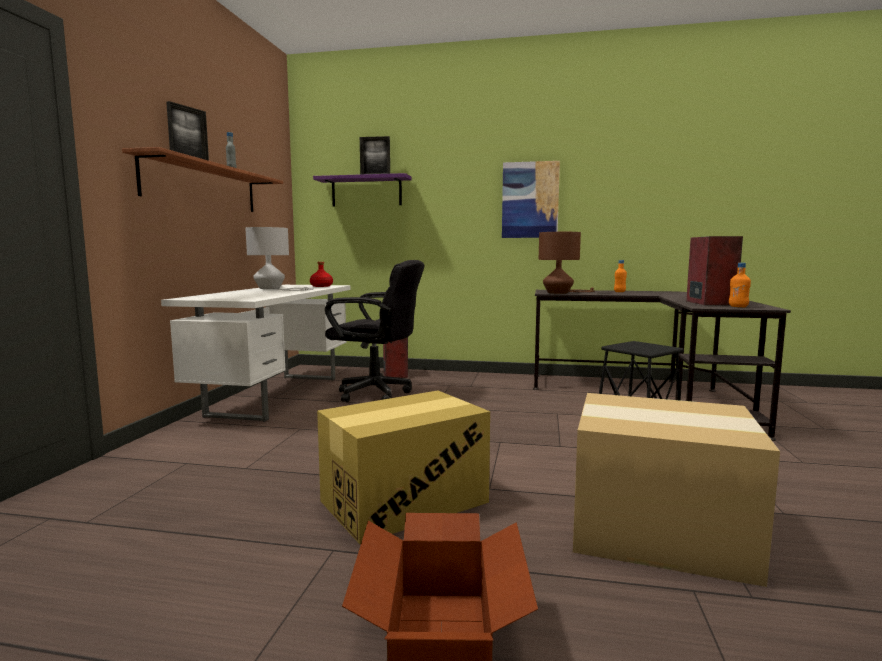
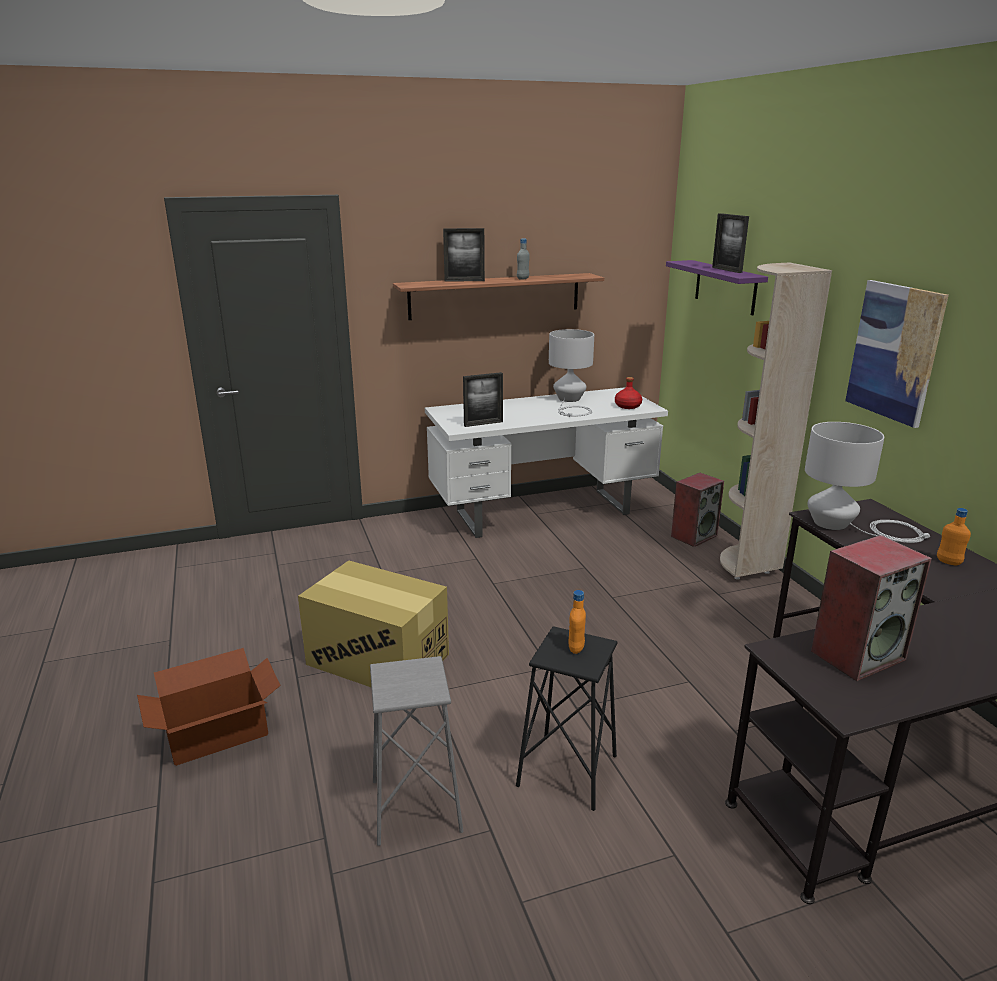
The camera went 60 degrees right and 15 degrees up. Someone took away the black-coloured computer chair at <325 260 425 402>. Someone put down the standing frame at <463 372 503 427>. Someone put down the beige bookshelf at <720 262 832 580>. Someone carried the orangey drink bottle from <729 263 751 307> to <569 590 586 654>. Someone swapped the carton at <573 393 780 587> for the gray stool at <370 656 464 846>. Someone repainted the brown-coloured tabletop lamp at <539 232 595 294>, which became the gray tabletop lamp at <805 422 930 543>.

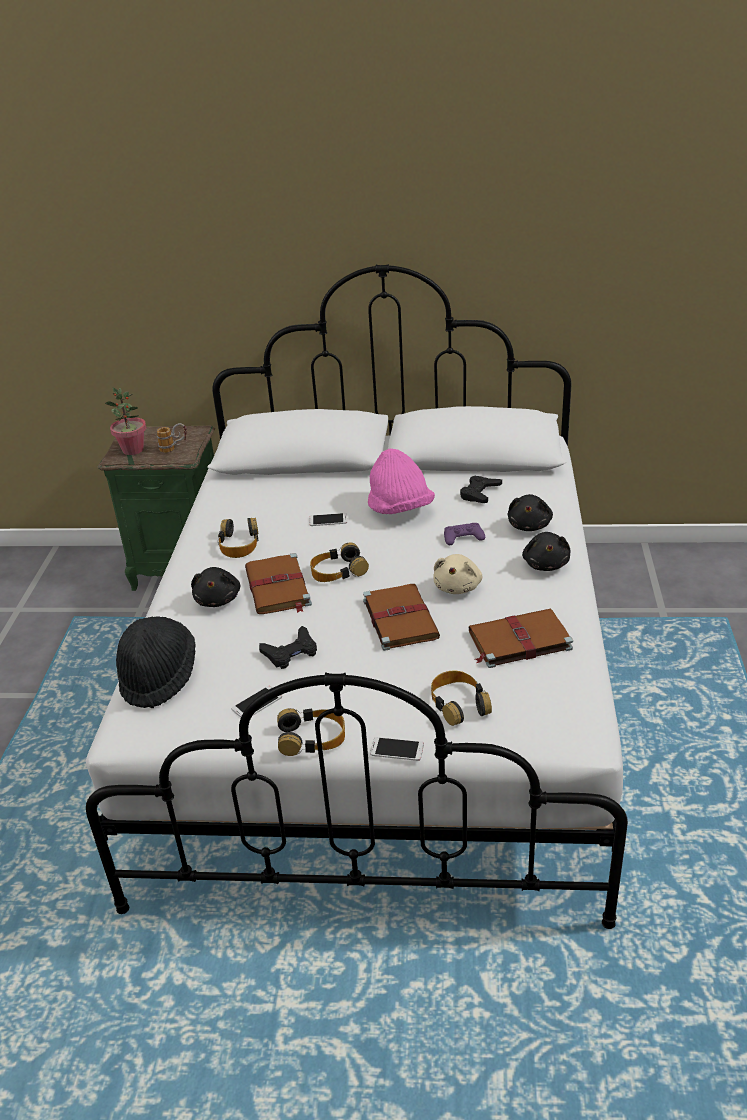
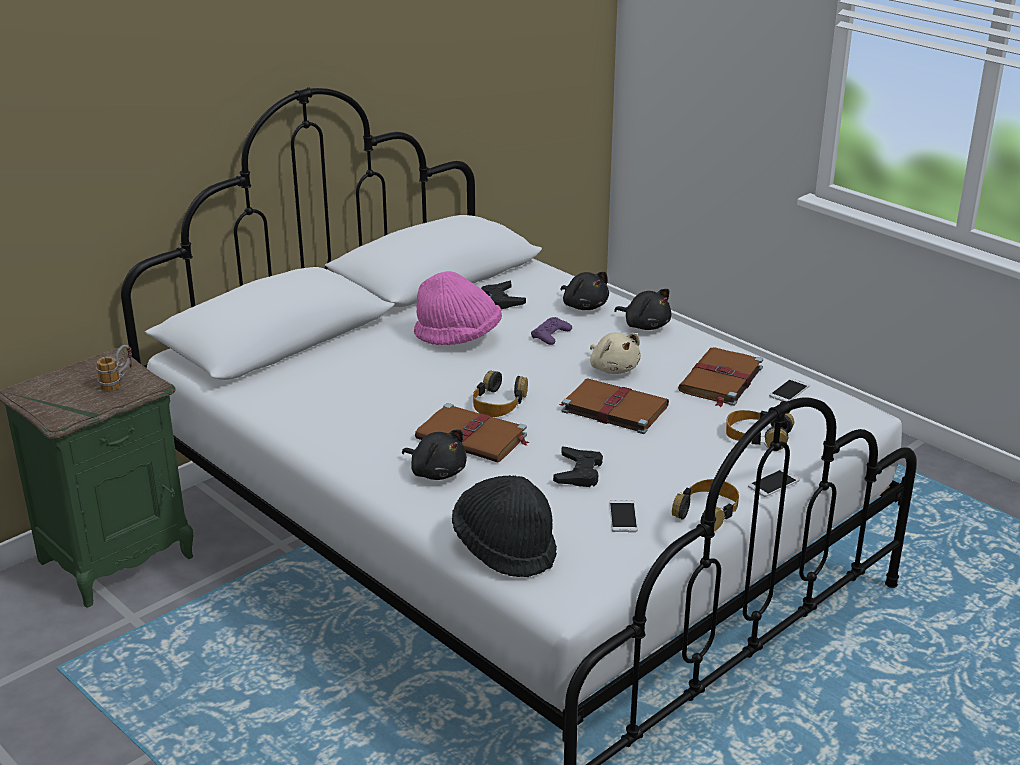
The camera went 50 degrees left and 5 degrees down. Someone took away the potted plant at <105 387 146 455>. Someone took away the headphones at <218 518 259 558>. Someone carried the phone from <309 513 347 526> to <769 378 810 402>.

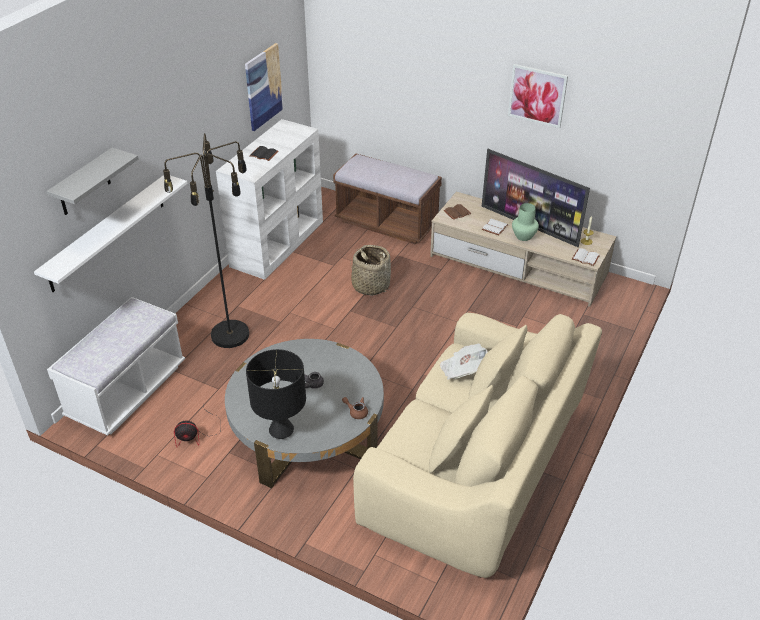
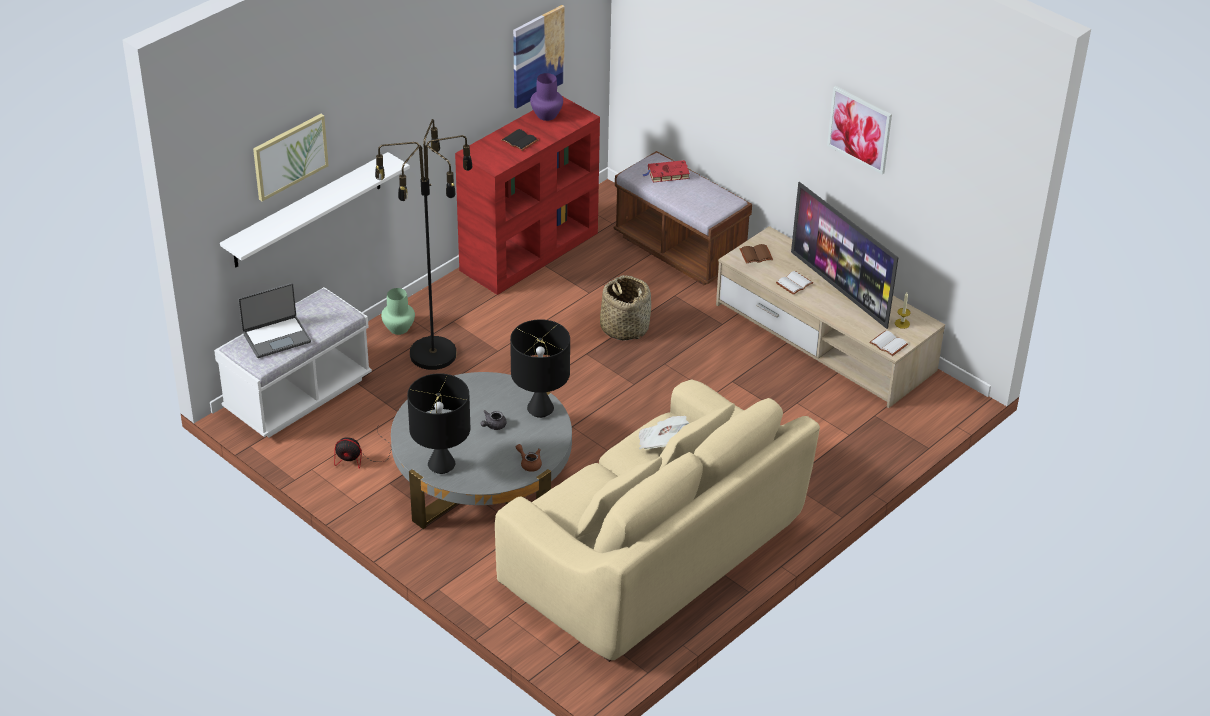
The camera went 15 degrees right and 0 degrees up. Someone put down the portable computer at <238 283 311 358>. Someone put down the black-coloured tabletop lamp at <510 319 570 418>. Someone put down the purplish flower vase at <530 73 563 121>. Someone put down the reddish volume at <642 160 690 182>. Someone carried the green flower vase from <512 203 539 241> to <381 288 415 335>. Someone swapped the gray wall shelf at <47 148 139 215> for the wall art at <253 114 329 201>. Someone repainted the white-coloured bookshelf at <216 119 323 280>, which became the reddish bookshelf at <455 96 600 295>.

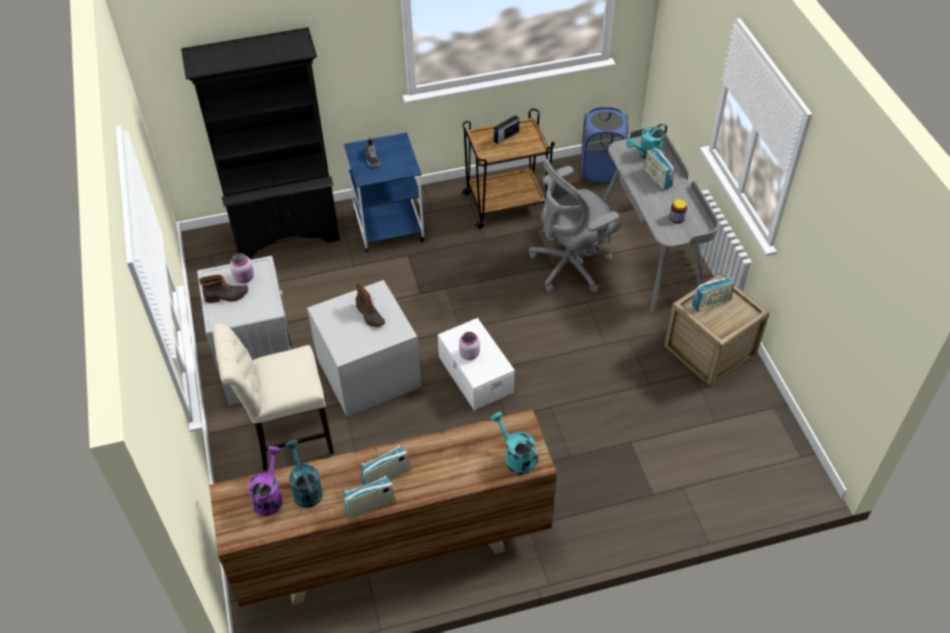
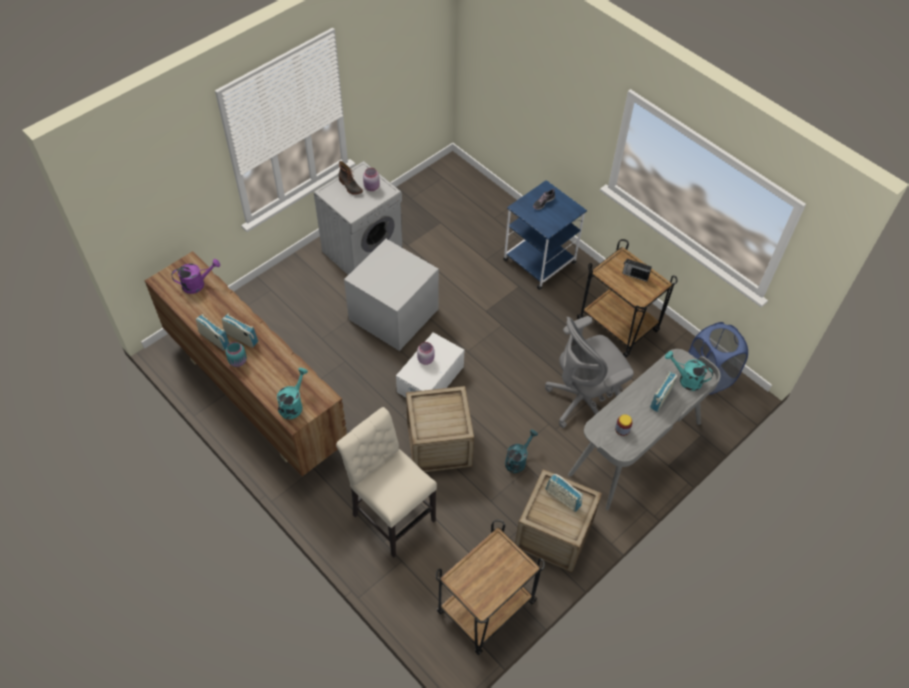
The camera went 60 degrees right and 5 degrees up. Someone took away the black-coloured bookshelf at <181 27 340 258>. Someone took away the boot at <355 283 385 327>. Someone put down the blue-green preserve jar at <226 342 247 367>. Someone put down the shipping crate at <406 386 474 472>. Someone put down the brown-coloured trolley at <436 519 545 655>. Someone carried the beige stool from <213 324 334 471> to <336 407 437 557>. Someone carried the blue-green watering pot from <285 440 323 508> to <505 429 538 473>. Someone rotated the gray computer chair at <529 158 621 292> by 60 degrees counterclockwise.

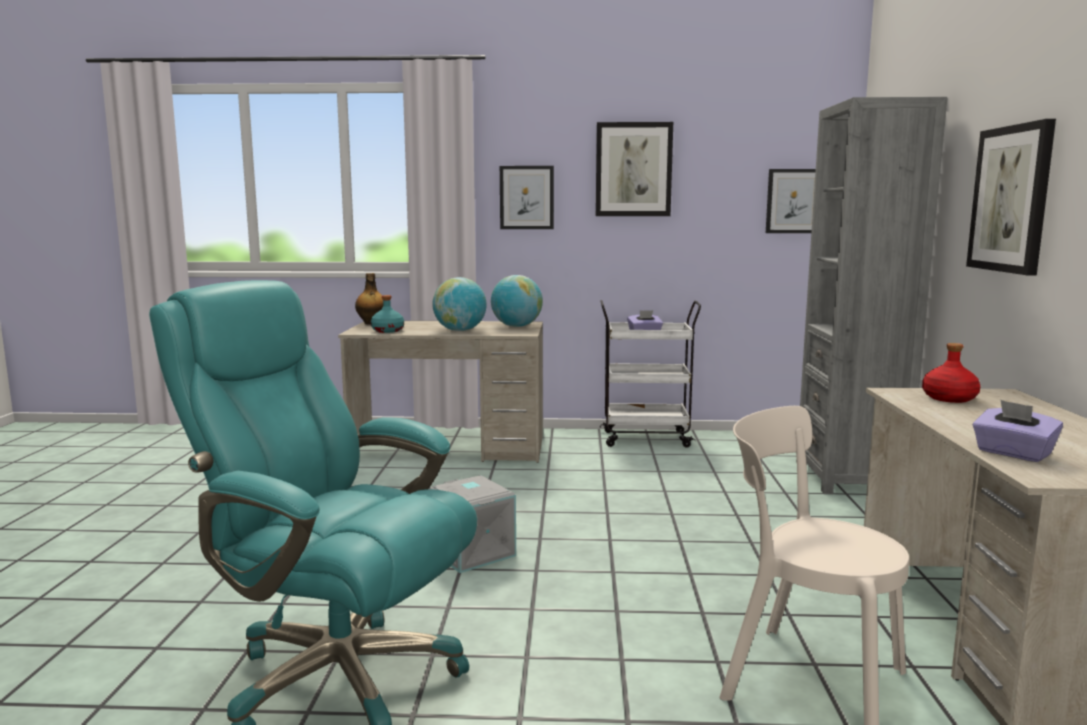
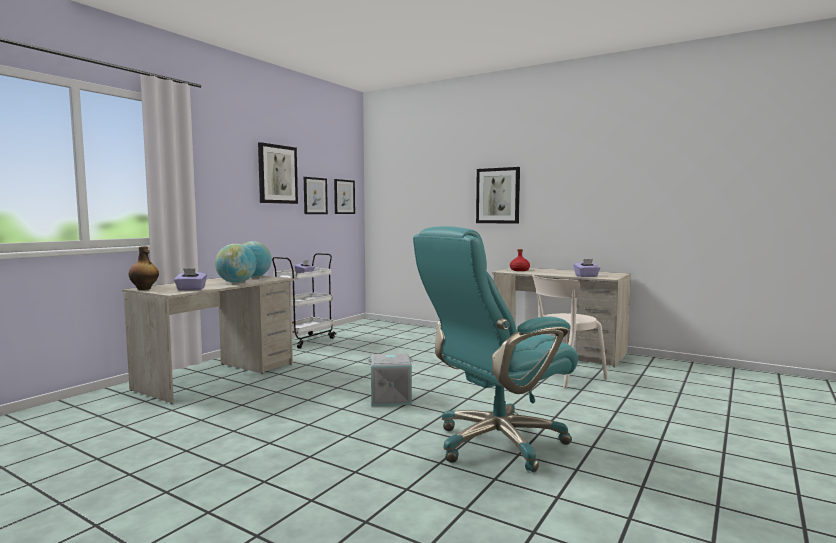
The camera went 60 degrees left and 5 degrees down. Someone took away the gray bookshelf at <796 97 947 494>. Someone carried the wall art from <500 166 554 229> to <304 177 328 214>. Someone swapped the blue-green drink bottle at <371 295 404 333> for the purplish tissue box at <174 268 207 290>.

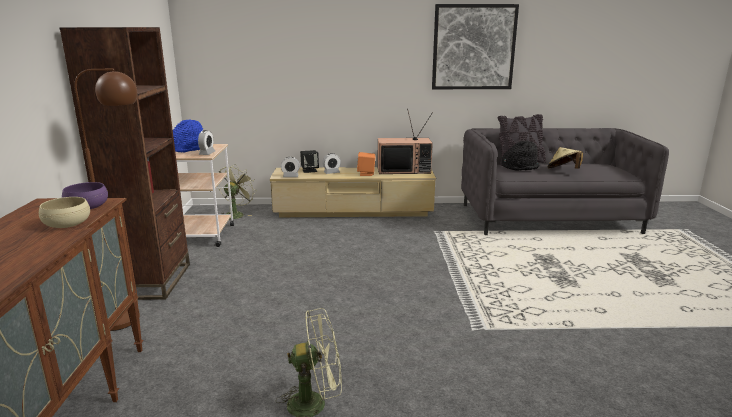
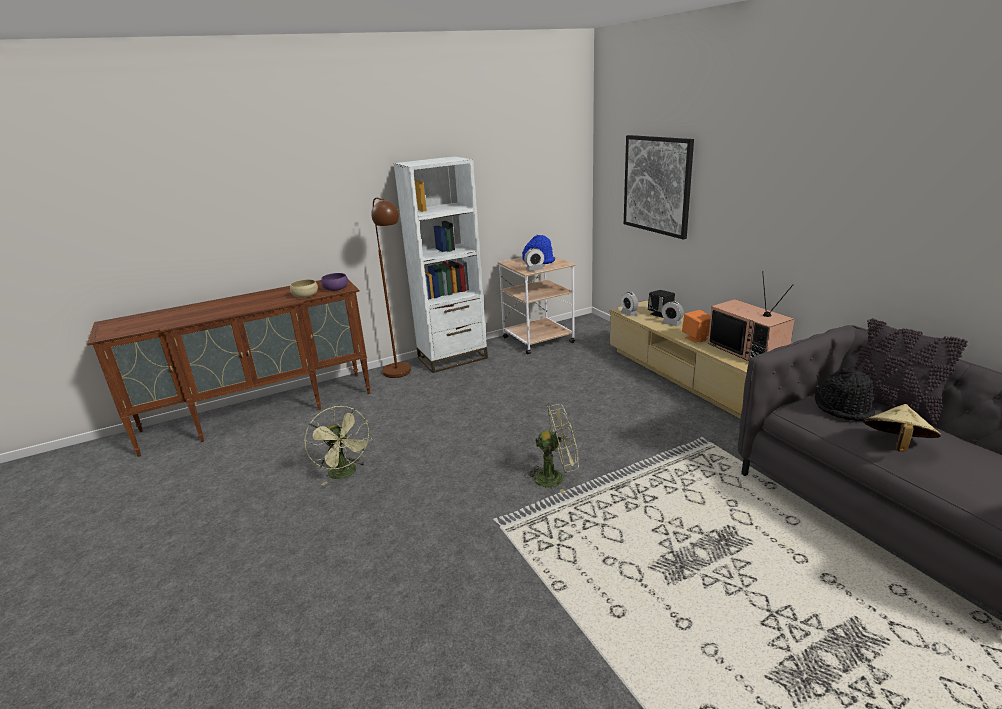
The camera went 65 degrees right and 5 degrees up. Someone carried the green electric fan from <218 164 257 219> to <524 404 579 494>. Someone carried the wall art from <432 4 519 89> to <624 135 694 239>. Someone repainted the brown-coloured bookshelf at <59 27 190 300>, which became the white-coloured bookshelf at <394 156 488 373>.

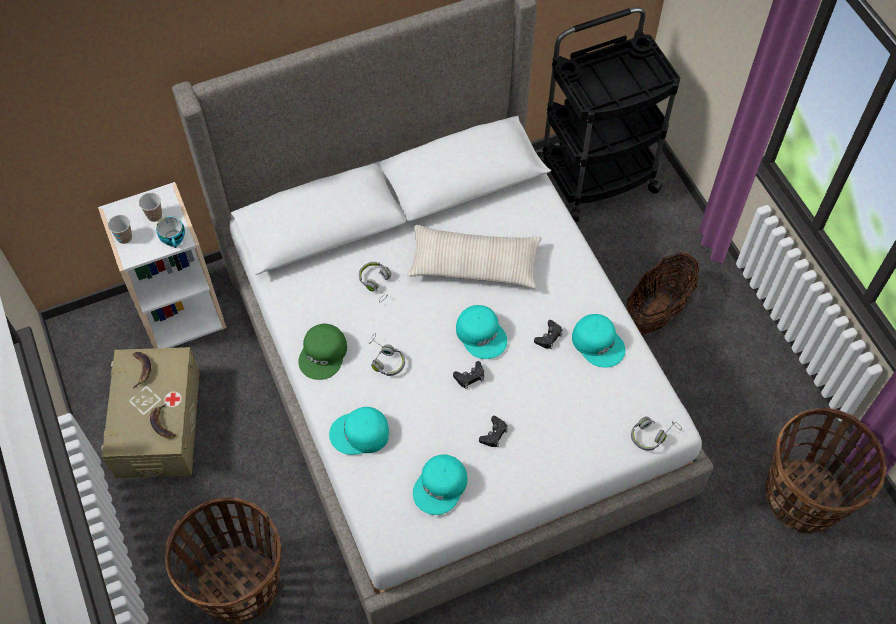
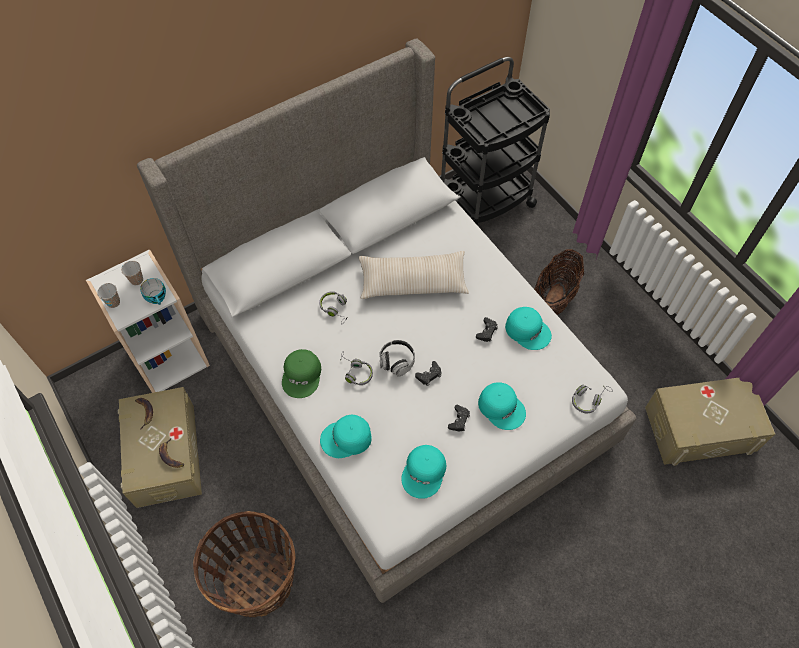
The camera went 10 degrees left and 0 degrees up. Someone put down the headphones at <380 340 415 377>. Someone carried the blue-green peaked cap from <456 305 507 359> to <478 382 526 430>. Someone swapped the basket at <766 408 887 533> for the beige storage bin at <645 378 775 466>.

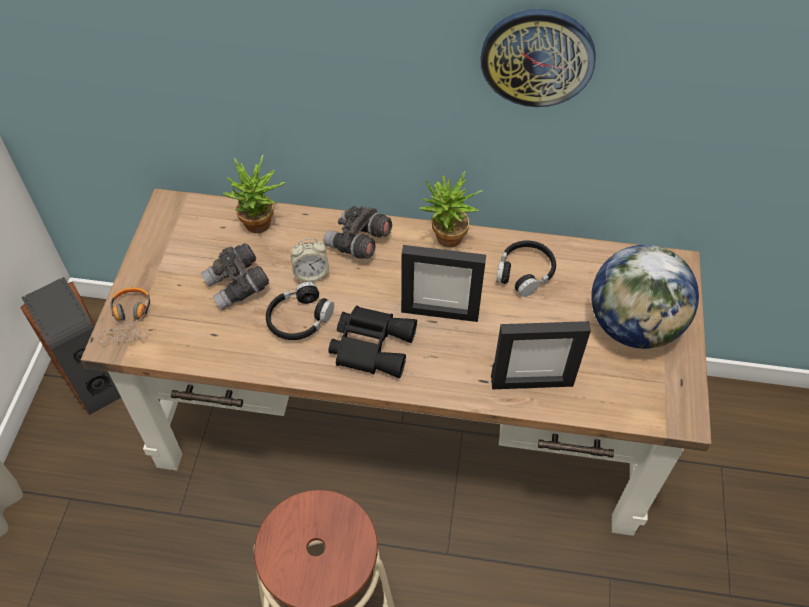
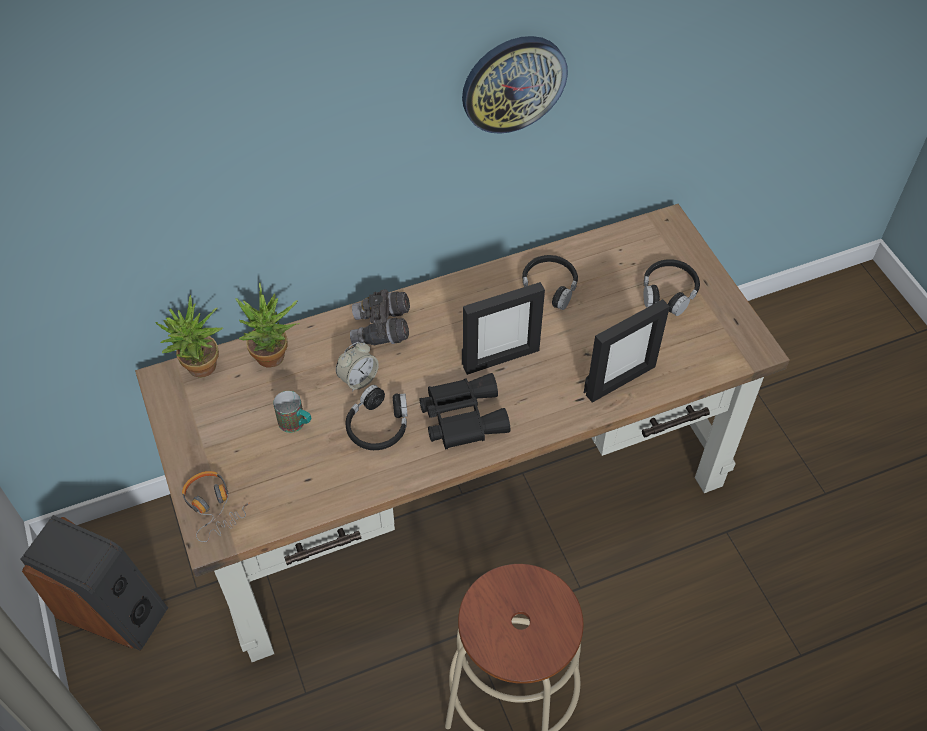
The camera went 30 degrees left and 0 degrees up. Someone carried the potted plant from <419 171 482 247> to <155 295 223 378>. Someone swapped the gray pair of binoculars at <201 243 269 310> for the mug at <273 391 311 433>. Someone swapped the world globe at <591 244 699 349> for the black-coloured headphones at <643 259 700 316>.

